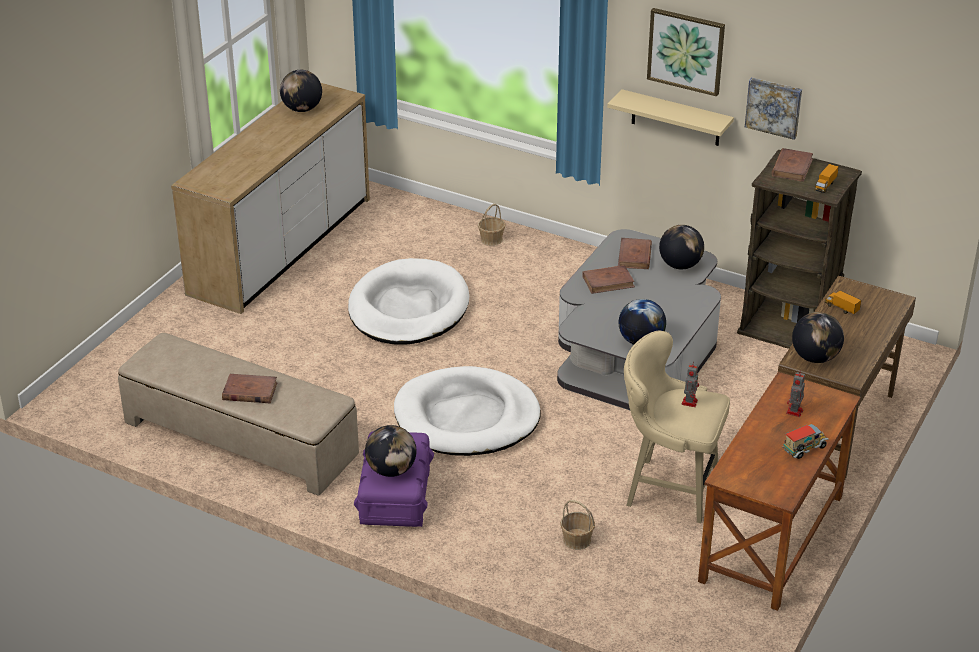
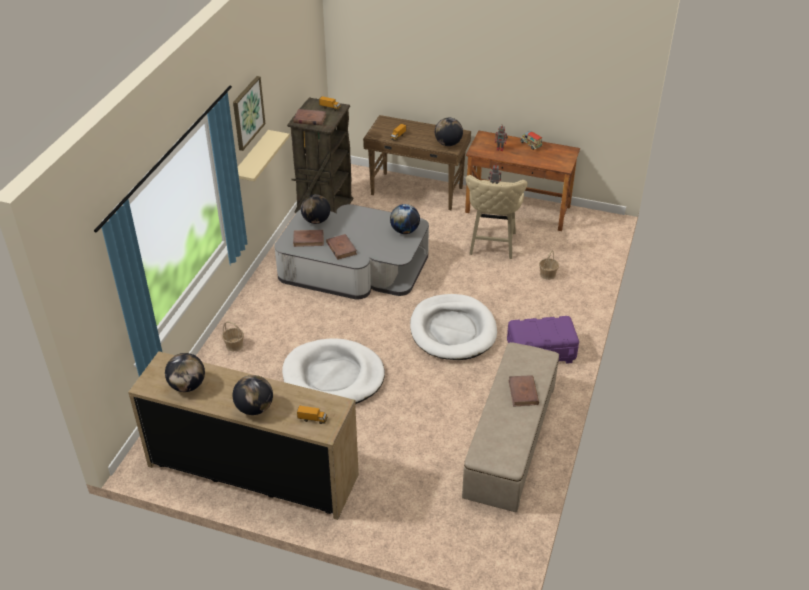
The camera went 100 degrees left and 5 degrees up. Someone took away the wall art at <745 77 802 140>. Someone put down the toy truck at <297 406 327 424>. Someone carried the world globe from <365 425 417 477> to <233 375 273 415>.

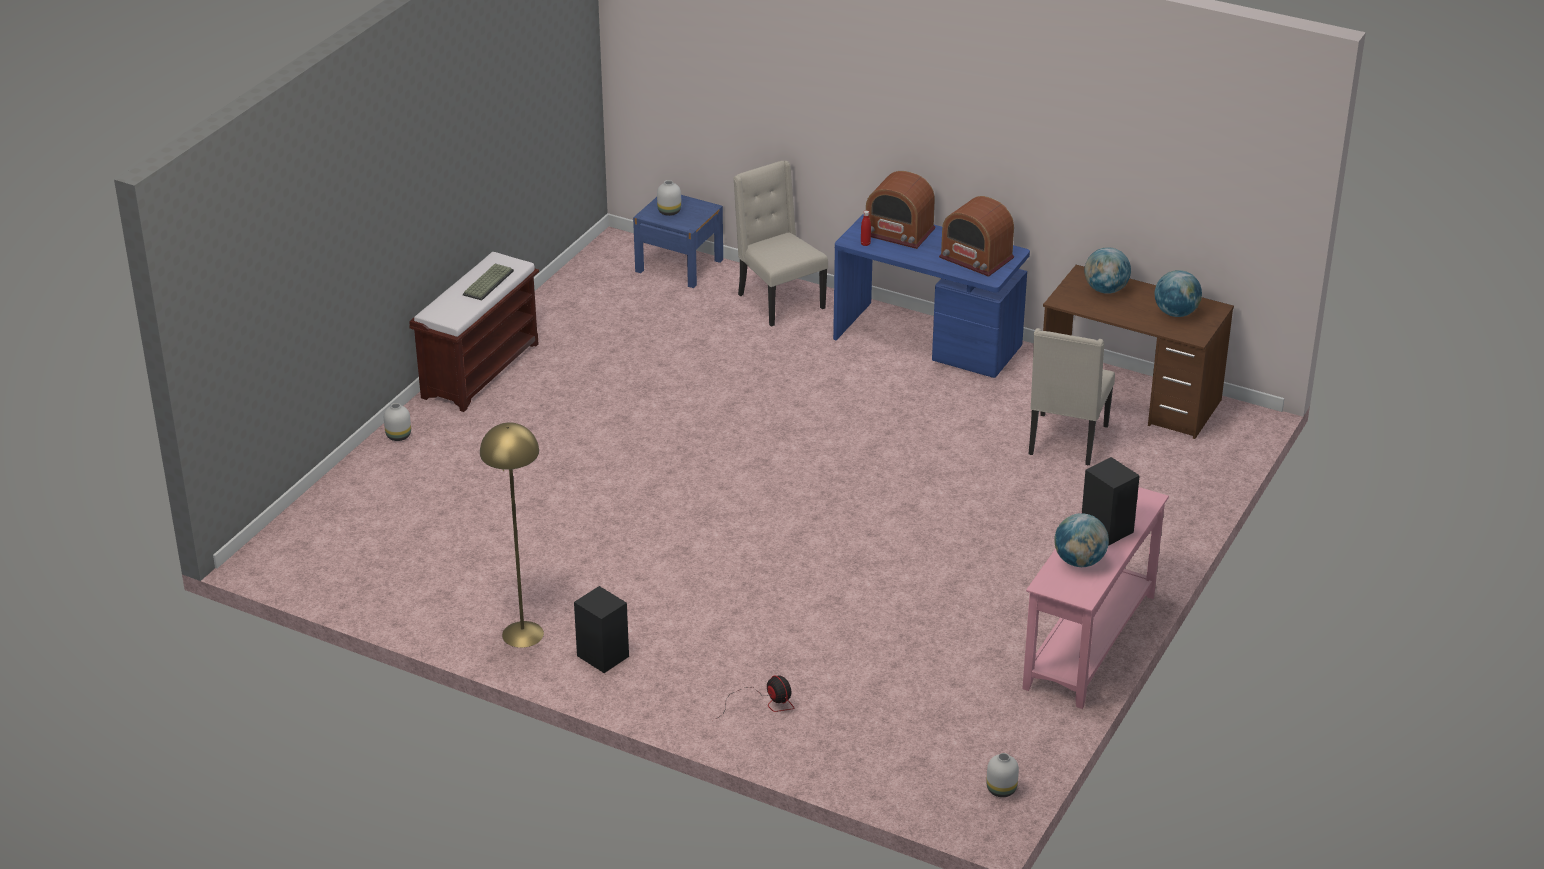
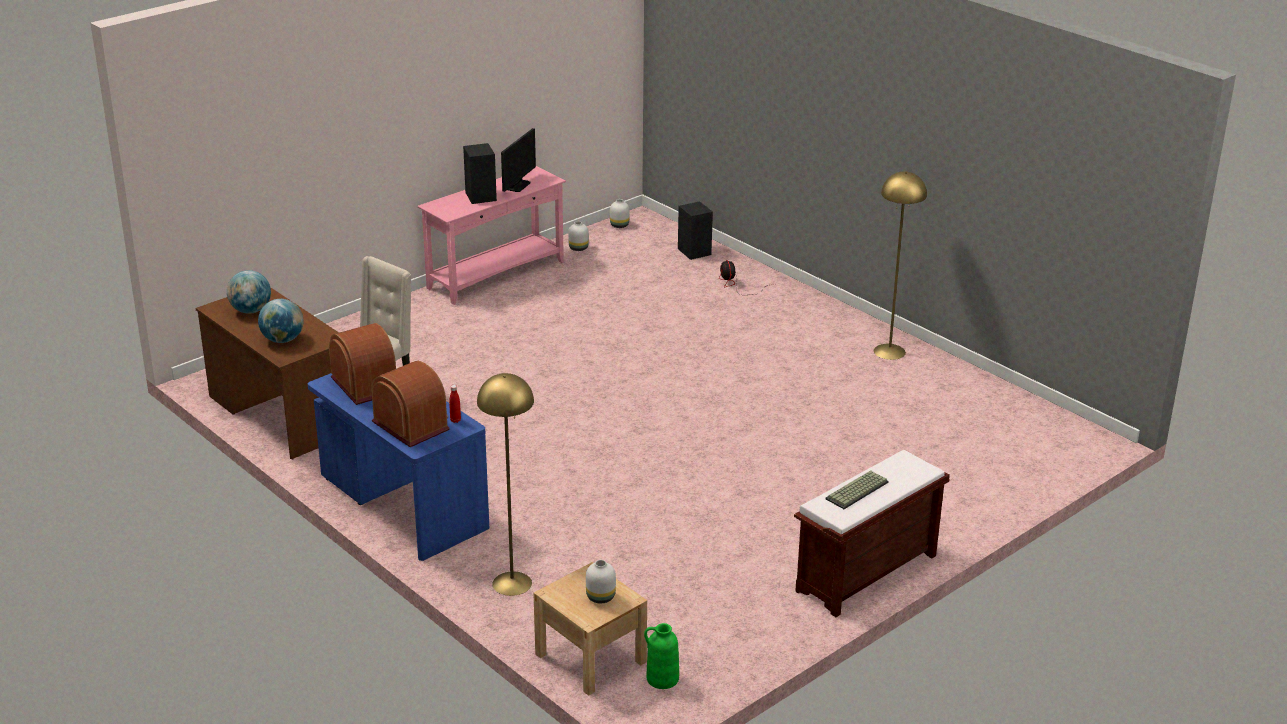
The camera went 160 degrees left and 5 degrees down. Someone put down the green flower vase at <644 623 679 689>. Someone carried the white-coloured flower vase from <384 403 411 441> to <568 221 589 251>. Someone carried the black-coloured speaker from <574 586 629 673> to <678 201 713 260>. Someone swapped the beige plain chair at <733 161 828 327> for the yellowish standard lamp at <477 373 534 596>. Someone swapped the world globe at <1054 513 1109 567> for the monitor at <501 128 536 192>. Someone repainted the blue bedside table at <633 195 723 288>, which became the beige bedside table at <533 562 647 696>.

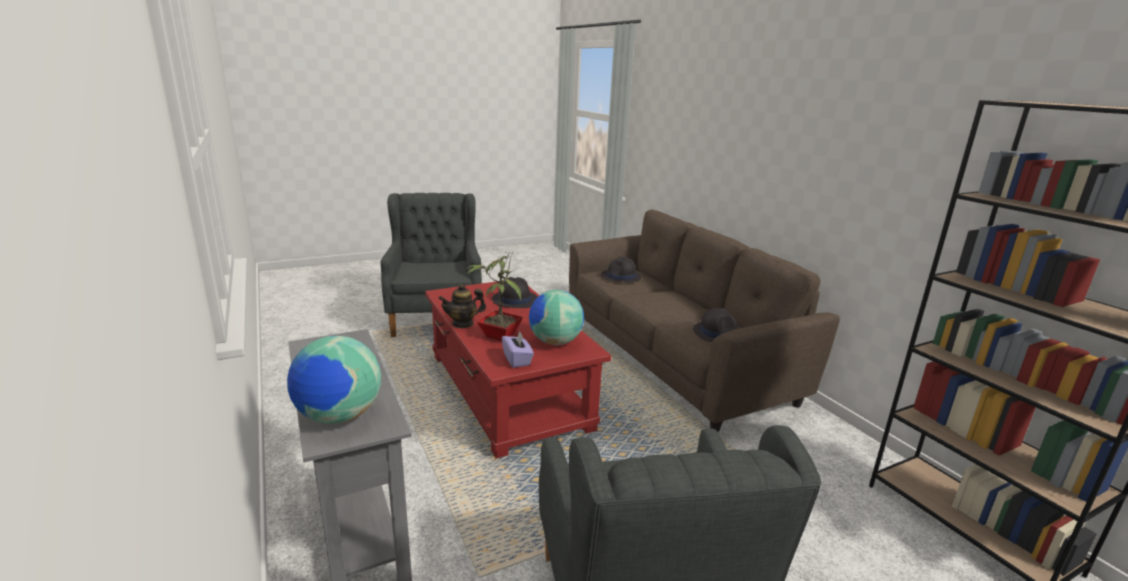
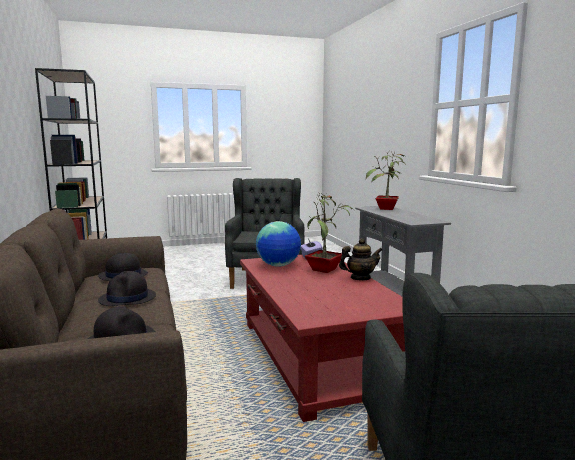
The camera went 170 degrees left and 10 degrees down. Someone carried the black-coloured hat from <492 277 538 308> to <98 271 156 306>. Someone swapped the world globe at <287 336 381 424> for the potted plant at <366 151 406 210>.

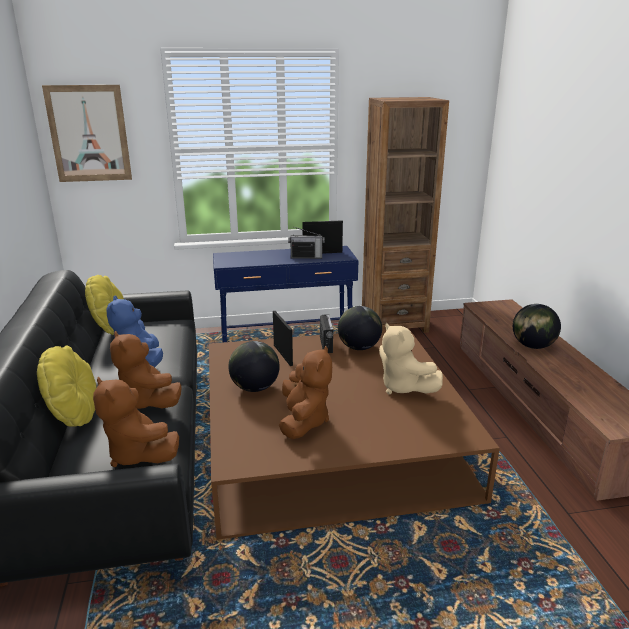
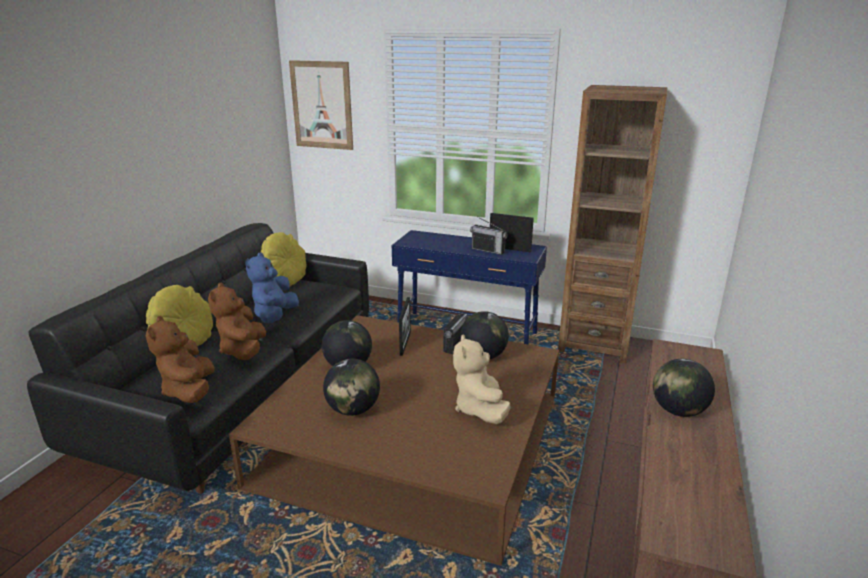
The camera went 30 degrees right and 0 degrees up. Someone swapped the brown-coloured soft toy at <279 346 332 439> for the world globe at <323 359 380 416>.

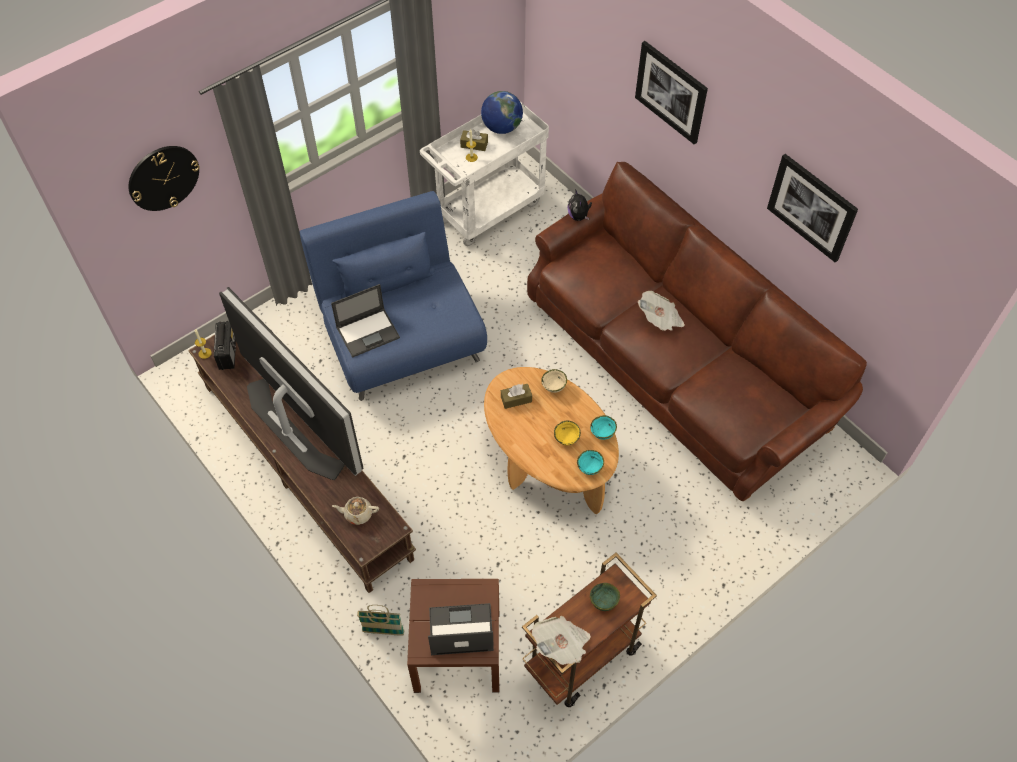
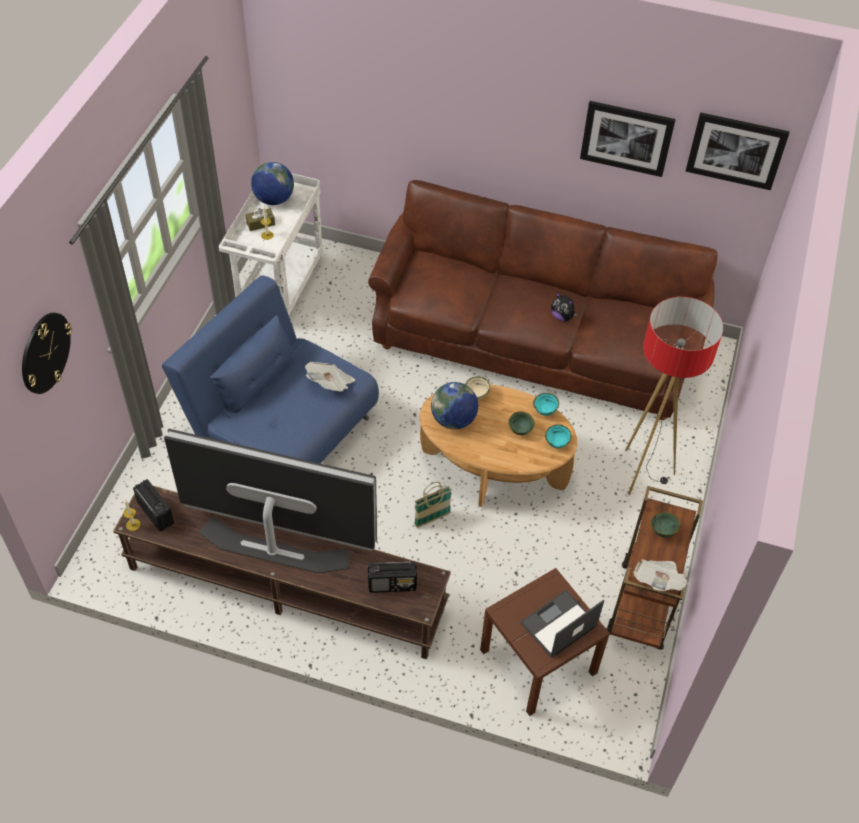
The camera went 35 degrees left and 5 degrees down. Someone took away the portable computer at <331 284 400 358>. Someone put down the standard lamp at <625 297 723 495>. Someone carried the basket from <357 605 404 636> to <414 482 452 528>. Someone carried the soft toy from <567 189 592 221> to <551 292 579 322>. Someone carried the wall art from <635 41 708 144> to <686 112 790 190>. Someone carried the printed paper from <638 291 685 331> to <305 362 355 392>. Someone swapped the beige pot for tea at <332 497 379 525> for the radio receiver at <368 561 417 593>. Someone swapped the brown-coloured tissue box at <501 384 532 409> for the world globe at <431 382 478 429>. Someone repainted the yellowish bowl at <554 421 581 446>, which became the green bowl at <509 411 535 435>.

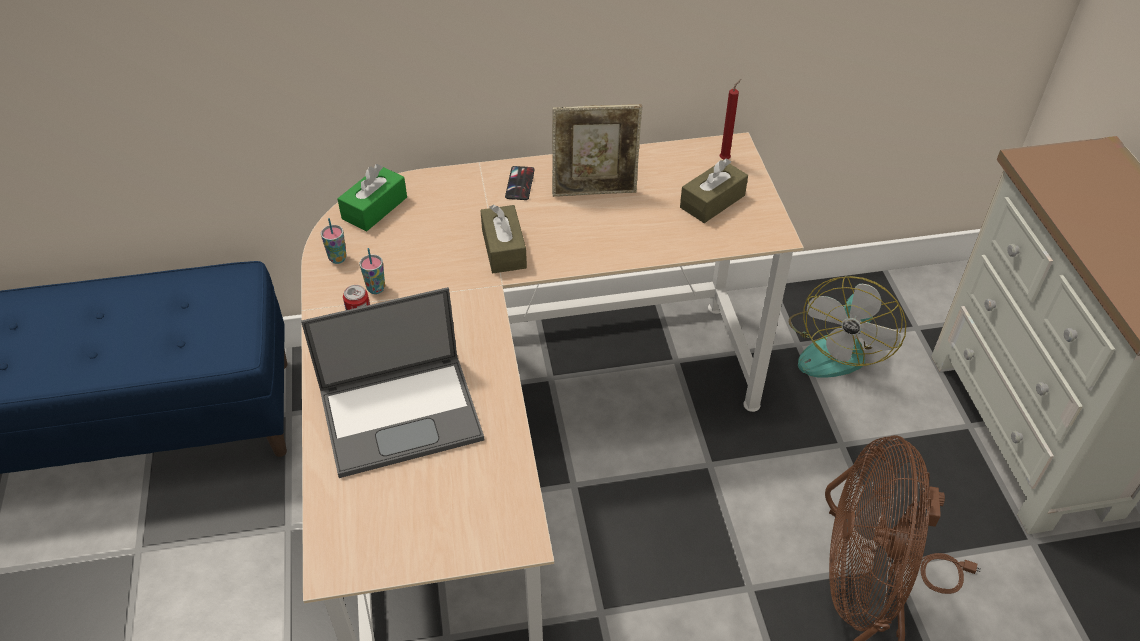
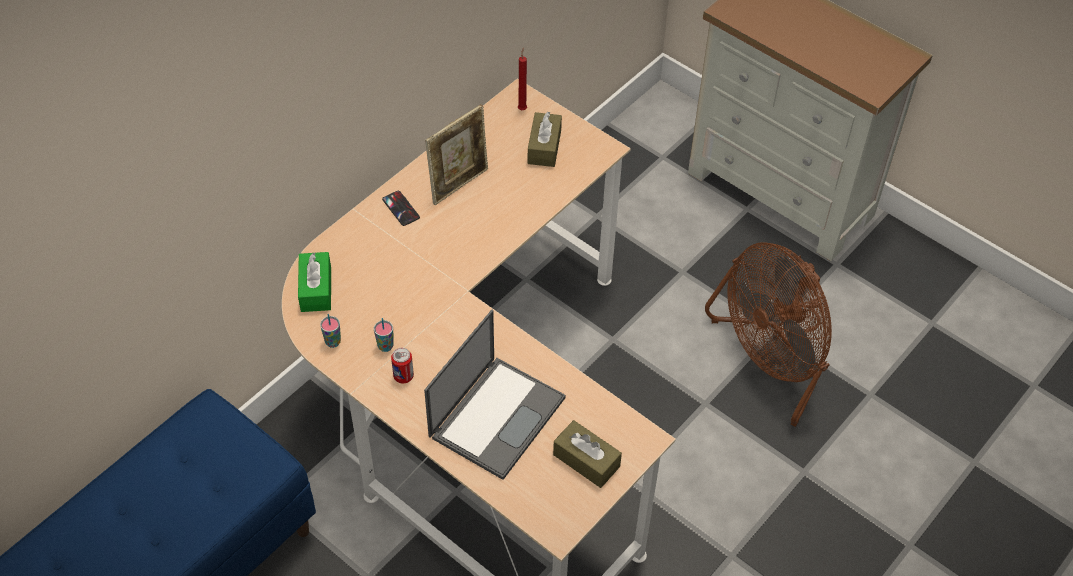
The camera went 40 degrees left and 5 degrees up. Someone took away the electric fan at <789 276 906 378>. Someone carried the brown-coloured tissue box from <480 205 527 273> to <553 420 622 488>.

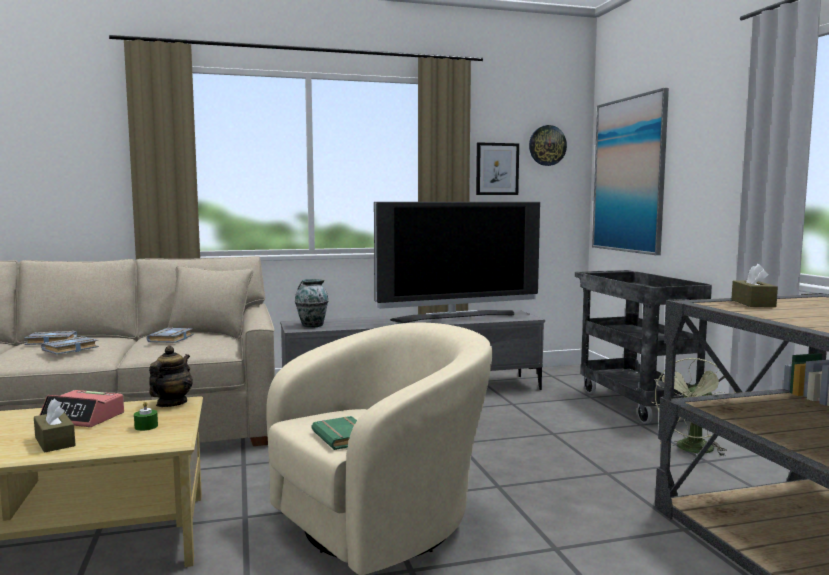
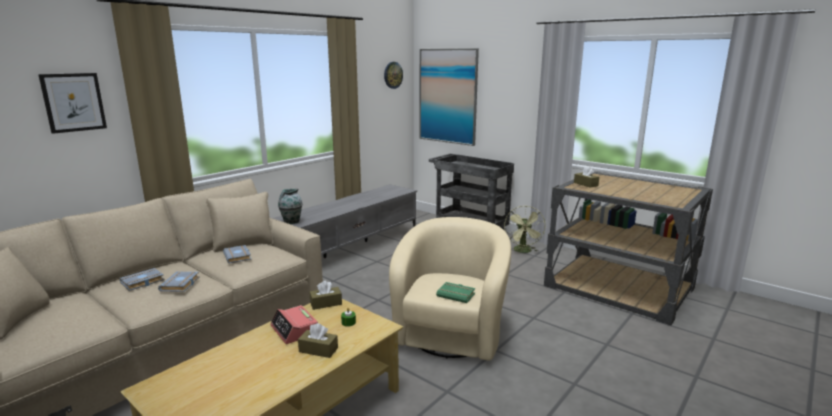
The camera went 35 degrees left and 10 degrees up. Someone took away the TV at <374 202 540 323>. Someone carried the wall art from <476 142 519 195> to <38 73 107 134>. Someone swapped the pot for tea at <149 346 193 407> for the brown-coloured tissue box at <310 280 342 310>. Someone rotated the alarm clock at <40 390 124 427> by 75 degrees clockwise.

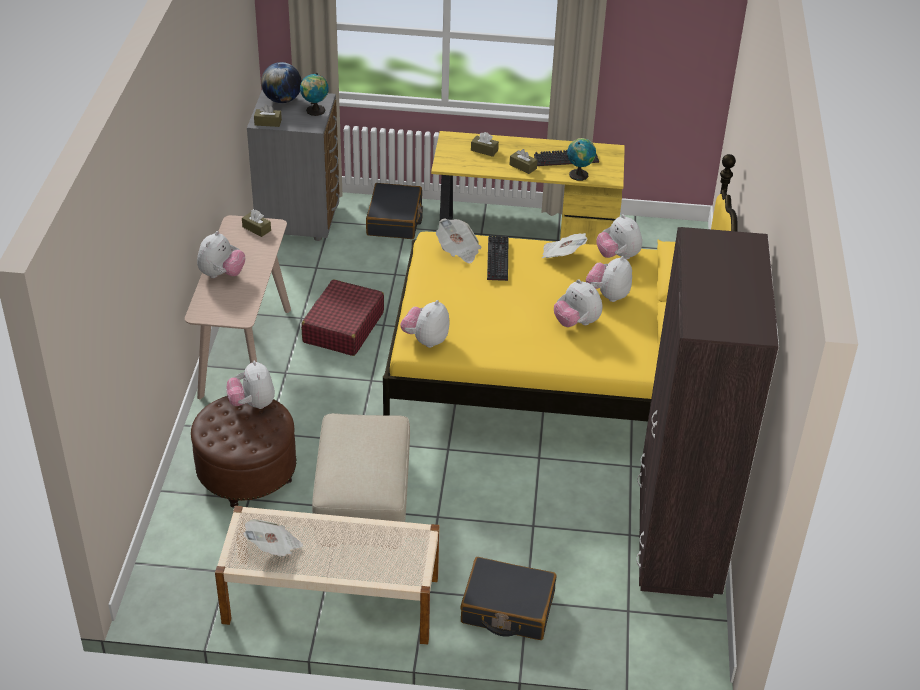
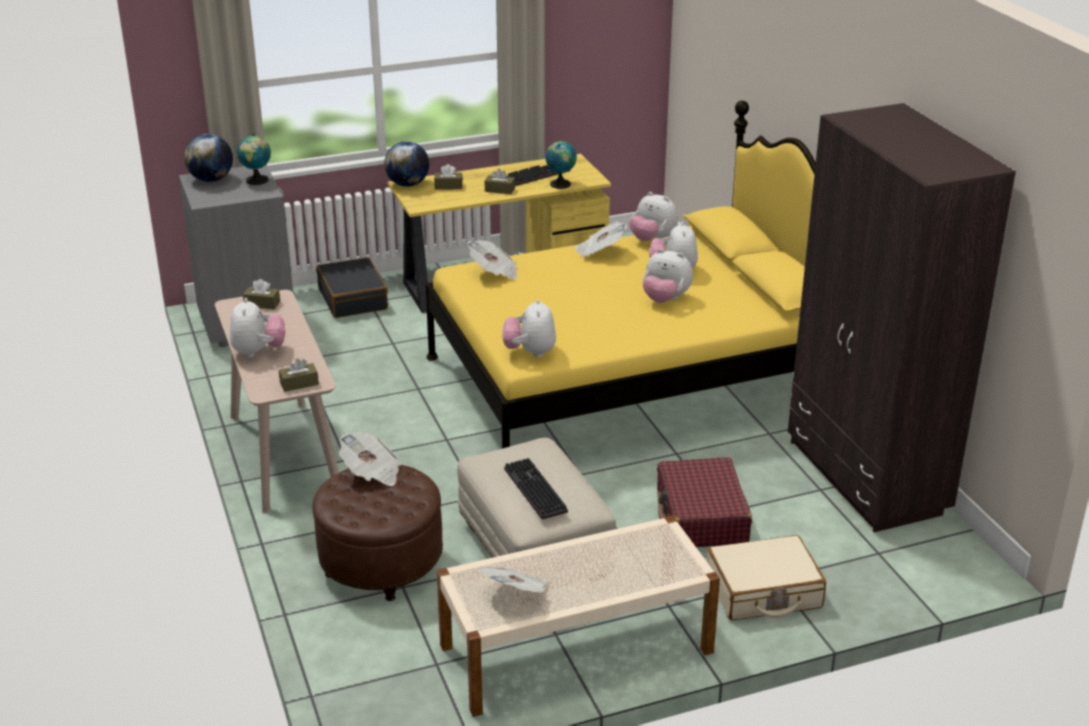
The camera went 25 degrees left and 10 degrees down. Someone put down the world globe at <384 141 429 187>. Someone carried the brown-coloured tissue box from <254 105 282 127> to <279 358 319 392>. Someone carried the reddish suitcase from <301 279 384 356> to <657 457 752 547>. Someone carried the keyboard from <487 235 509 281> to <504 458 568 519>. Someone swapped the soft toy at <227 360 275 409> for the printed paper at <339 432 401 486>. Someone repainted the black-coloured suitcase at <460 557 557 640>, which became the beige suitcase at <707 535 826 621>.

